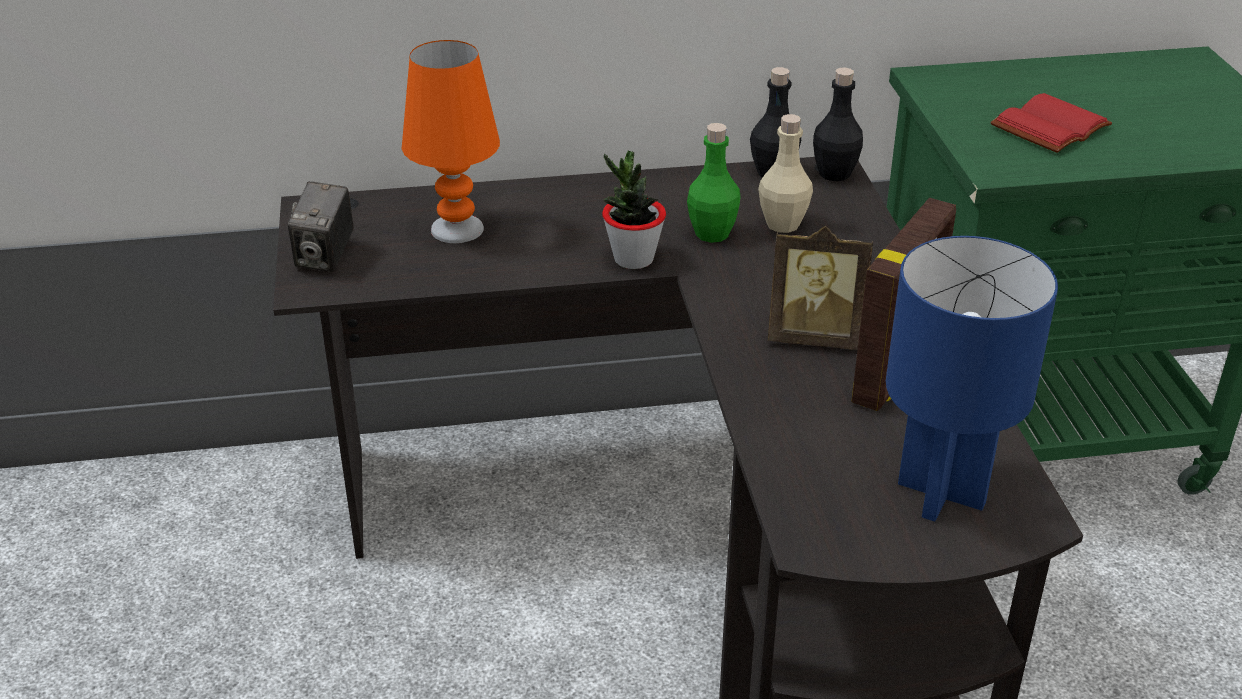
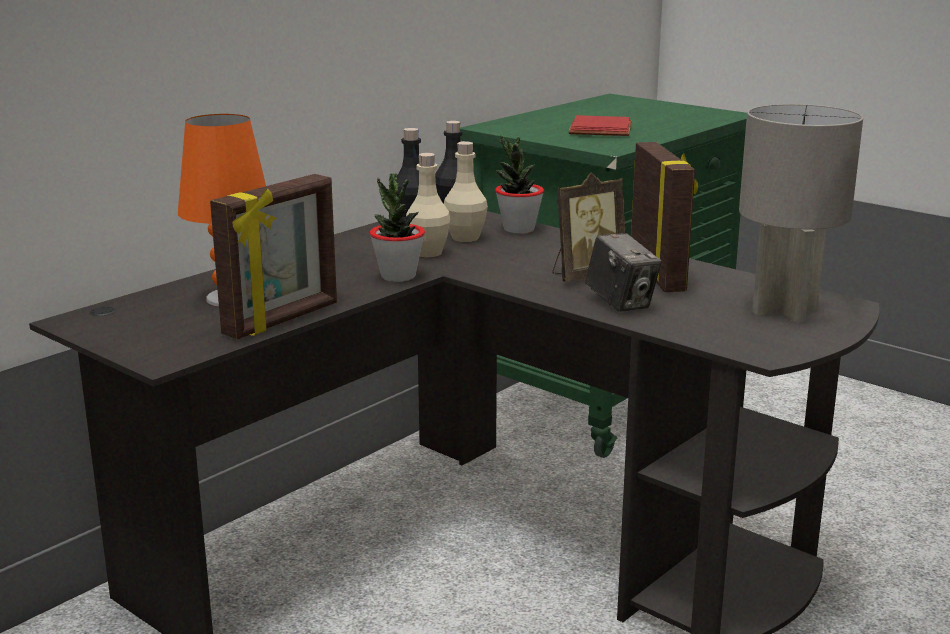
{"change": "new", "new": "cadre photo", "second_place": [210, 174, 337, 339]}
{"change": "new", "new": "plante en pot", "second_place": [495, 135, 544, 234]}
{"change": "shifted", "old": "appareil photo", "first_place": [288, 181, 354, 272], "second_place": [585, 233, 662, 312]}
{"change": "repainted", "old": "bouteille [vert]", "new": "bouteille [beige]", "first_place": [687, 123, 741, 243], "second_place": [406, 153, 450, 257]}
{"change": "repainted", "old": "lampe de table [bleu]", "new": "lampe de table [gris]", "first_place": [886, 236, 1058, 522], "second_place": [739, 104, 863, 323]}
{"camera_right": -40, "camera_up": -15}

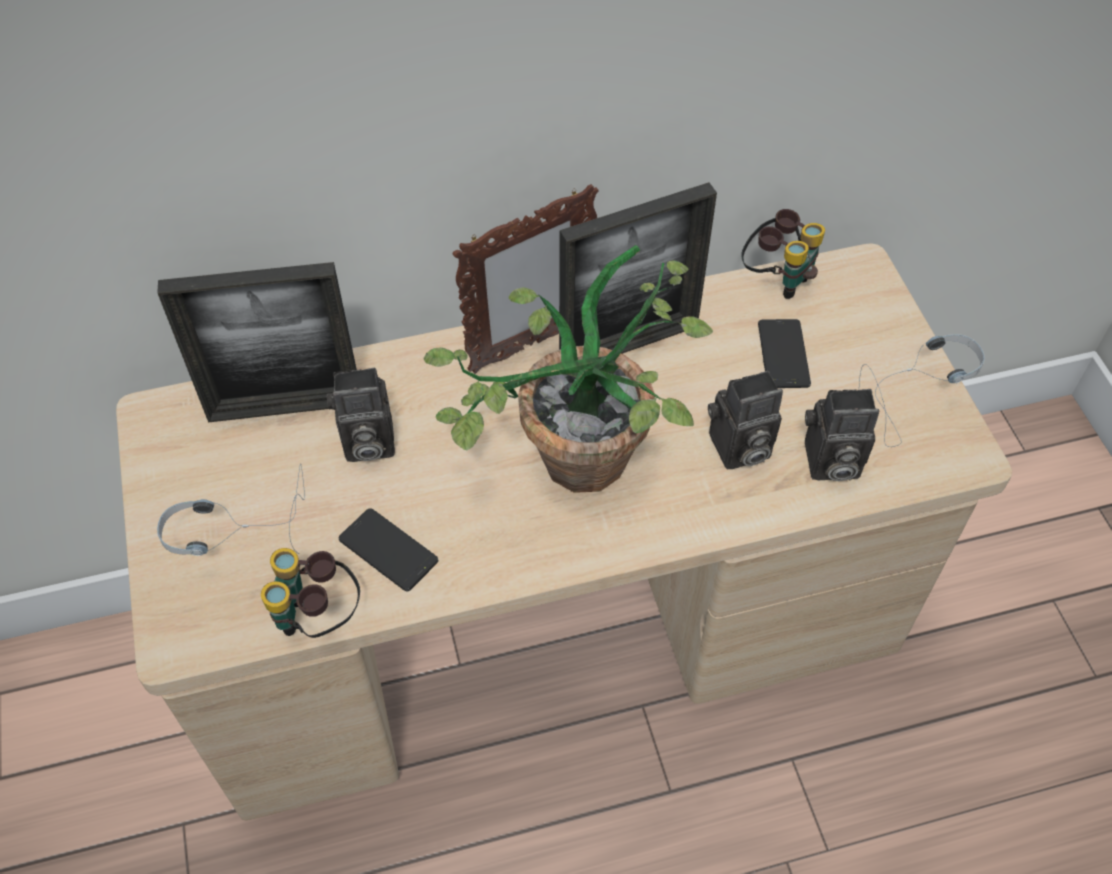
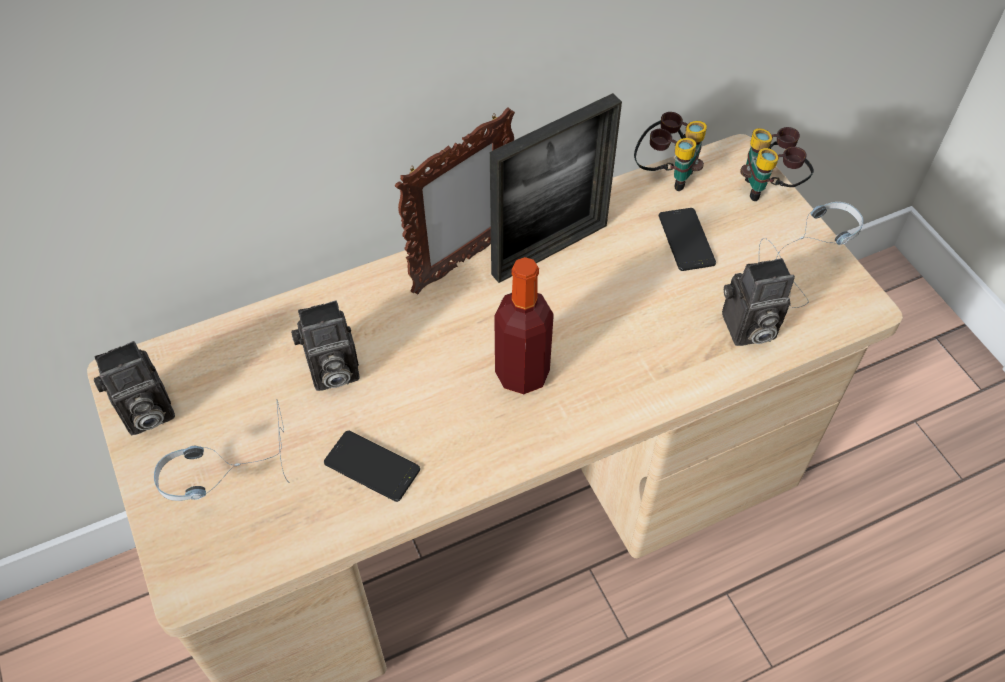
{"change": "gone", "old": "cadre photo", "first_place": [157, 262, 357, 423]}
{"change": "shifted", "old": "jumelles", "first_place": [261, 548, 360, 638], "second_place": [740, 127, 814, 201]}
{"change": "shifted", "old": "appareil photo", "first_place": [708, 371, 783, 469], "second_place": [94, 341, 175, 435]}
{"change": "swapped", "old": "plante en pot", "new": "bouteille", "first_place": [423, 245, 713, 493], "second_place": [494, 257, 554, 394]}
{"camera_right": -10, "camera_up": 0}

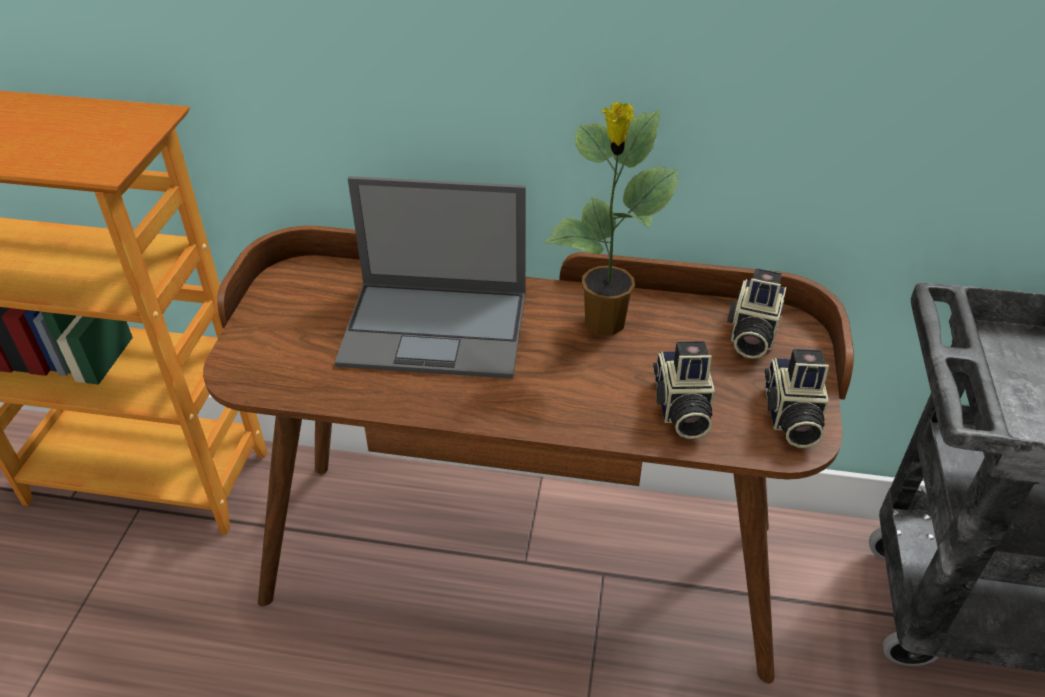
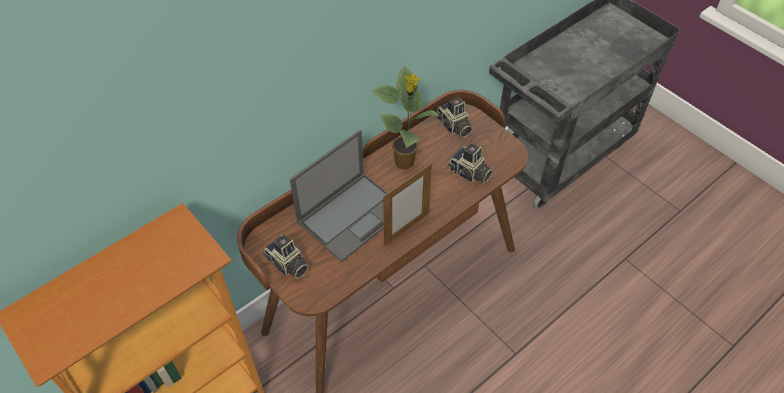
{"change": "new", "new": "cadre photo", "second_place": [383, 163, 432, 246]}
{"change": "shifted", "old": "appareil photo", "first_place": [765, 349, 829, 448], "second_place": [263, 235, 309, 279]}
{"camera_right": -50, "camera_up": 10}

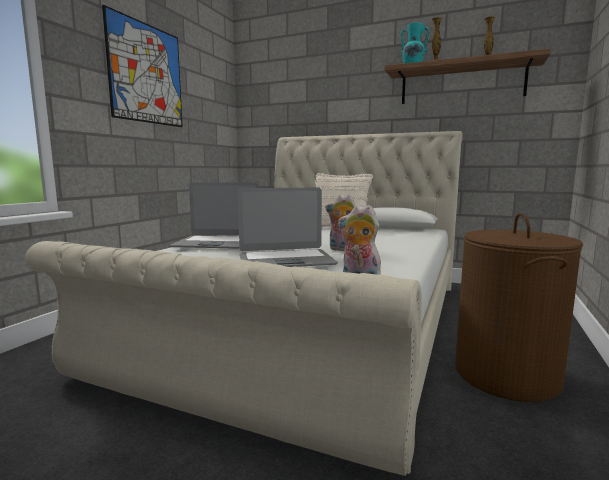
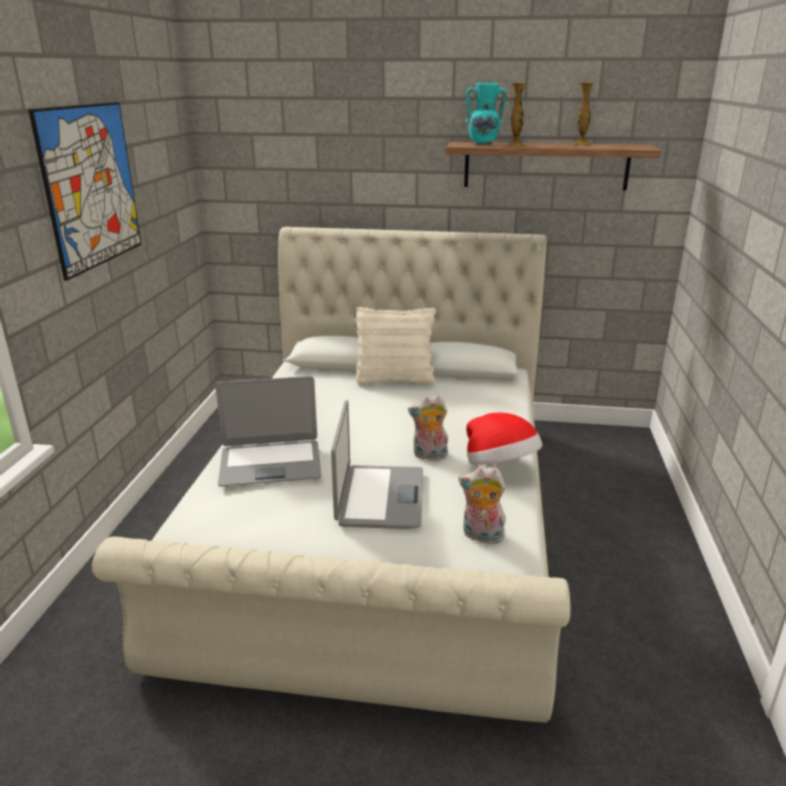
{"change": "gone", "old": "panier à linge [marron]", "first_place": [455, 213, 583, 402]}
{"change": "new", "new": "chapeau", "second_place": [466, 413, 542, 465]}
{"change": "rotated", "old": "ordinateur portable", "first_place": [238, 187, 338, 267], "second_place": [331, 400, 423, 529], "degrees": -60}
{"camera_right": -15, "camera_up": 15}

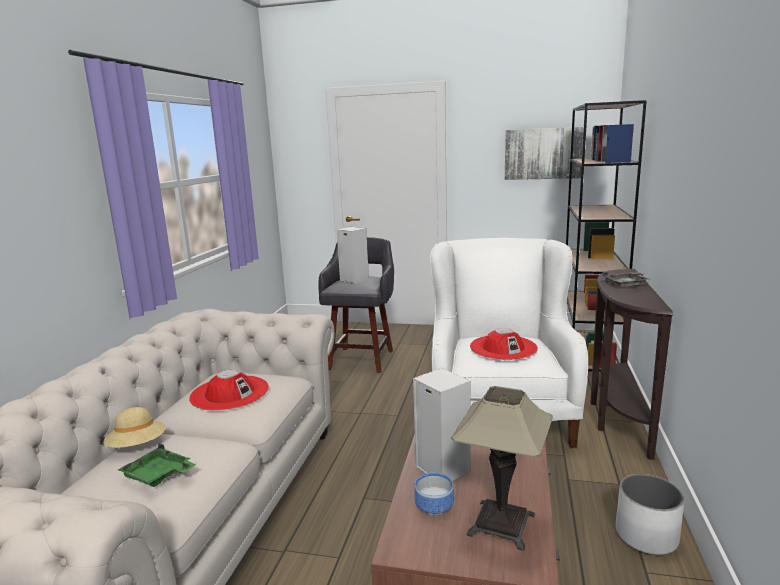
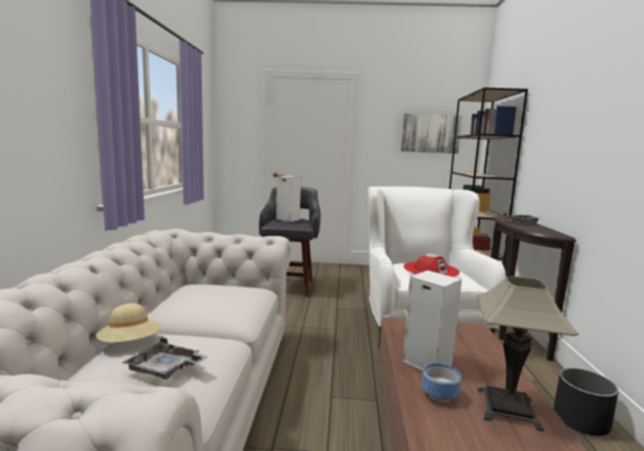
{"change": "gone", "old": "chapeau [rouge]", "first_place": [189, 370, 269, 411]}
{"change": "repainted", "old": "plateau [vert]", "new": "plateau [gris]", "first_place": [118, 443, 196, 487], "second_place": [122, 337, 208, 380]}
{"change": "repainted", "old": "cache-pot [blanc]", "new": "cache-pot [noir]", "first_place": [616, 474, 684, 555], "second_place": [553, 368, 619, 436]}
{"camera_right": -10, "camera_up": -5}

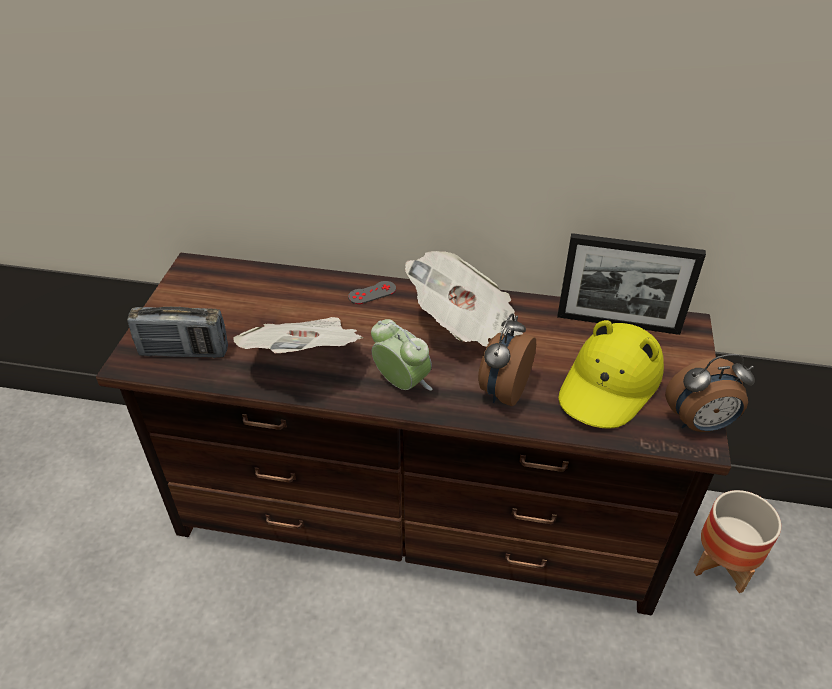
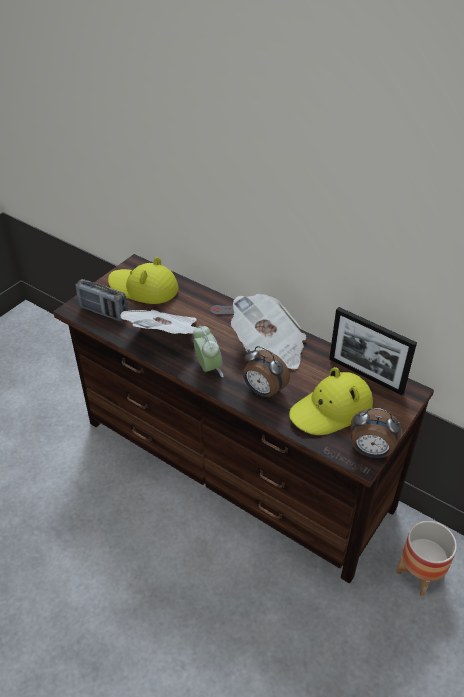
{"change": "new", "new": "chapeau [jaune]", "second_place": [108, 257, 178, 304]}
{"change": "rotated", "old": "réveil", "first_place": [478, 313, 536, 406], "second_place": [243, 346, 290, 398], "degrees": -105}
{"camera_right": 25, "camera_up": 0}

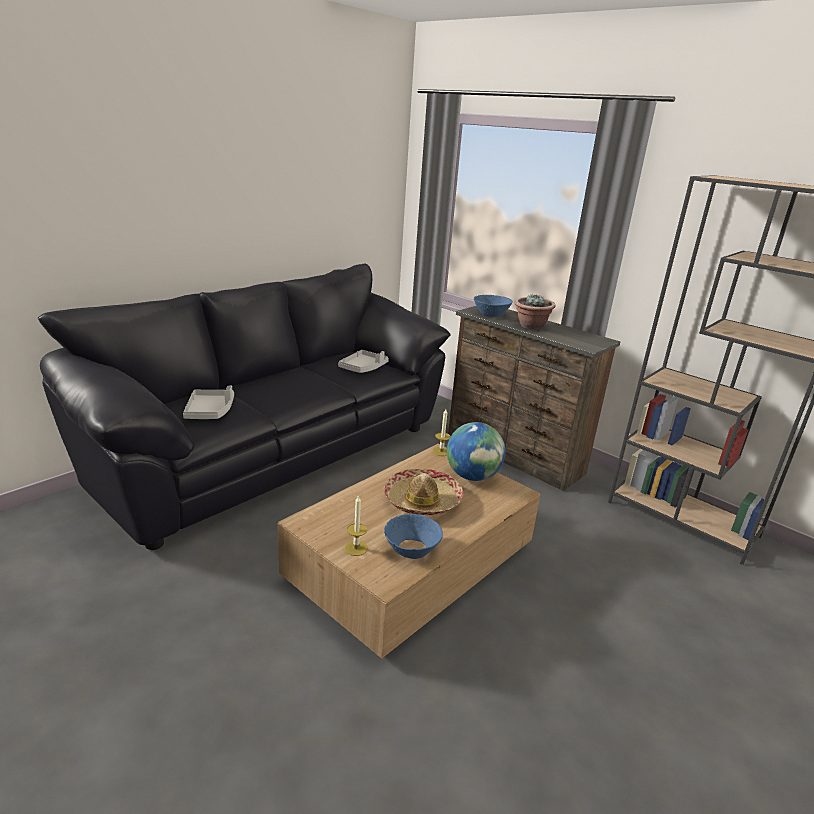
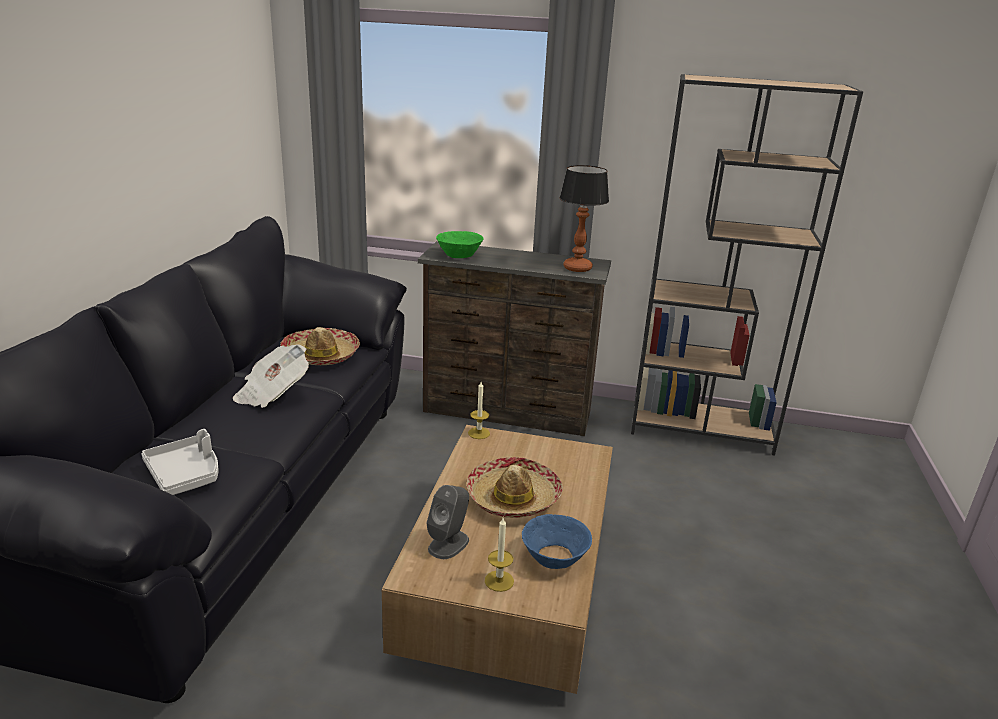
{"change": "gone", "old": "globe", "first_place": [447, 422, 505, 481]}
{"change": "gone", "old": "plante en pot", "first_place": [514, 294, 556, 330]}
{"change": "new", "new": "journal", "second_place": [233, 345, 309, 408]}
{"change": "new", "new": "enceinte [gris]", "second_place": [427, 485, 469, 559]}
{"change": "new", "new": "lampe de table", "second_place": [560, 165, 609, 272]}
{"change": "swapped", "old": "plateau [gris]", "new": "chapeau", "first_place": [338, 350, 389, 373], "second_place": [280, 327, 360, 365]}
{"change": "repainted", "old": "bol [bleu]", "new": "bol [vert]", "first_place": [474, 295, 513, 317], "second_place": [436, 231, 483, 258]}
{"camera_right": -30, "camera_up": 0}

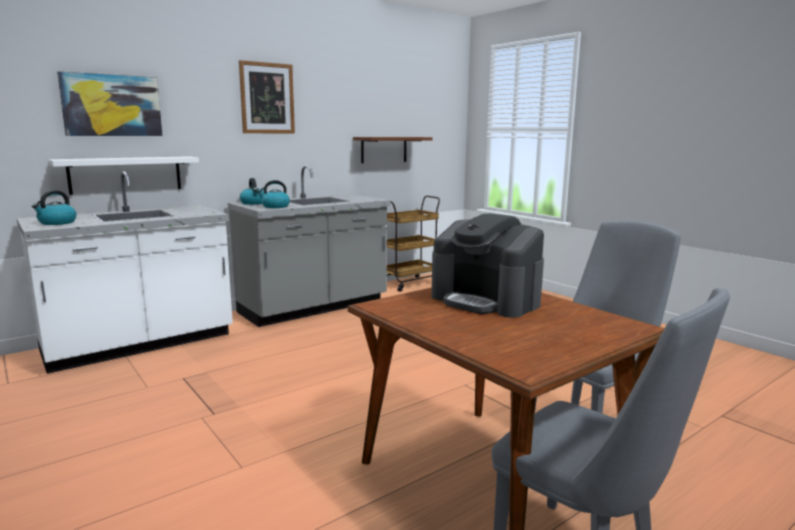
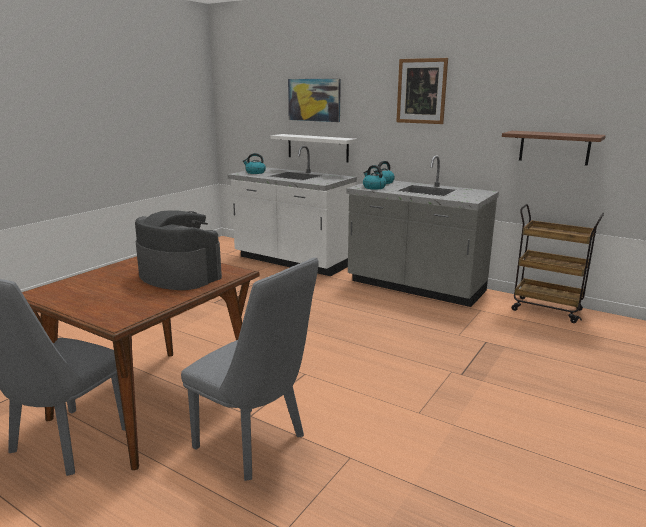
{"change": "rotated", "old": "machine à café", "first_place": [431, 213, 544, 318], "second_place": [135, 210, 222, 290], "degrees": 105}
{"camera_right": 70, "camera_up": 5}

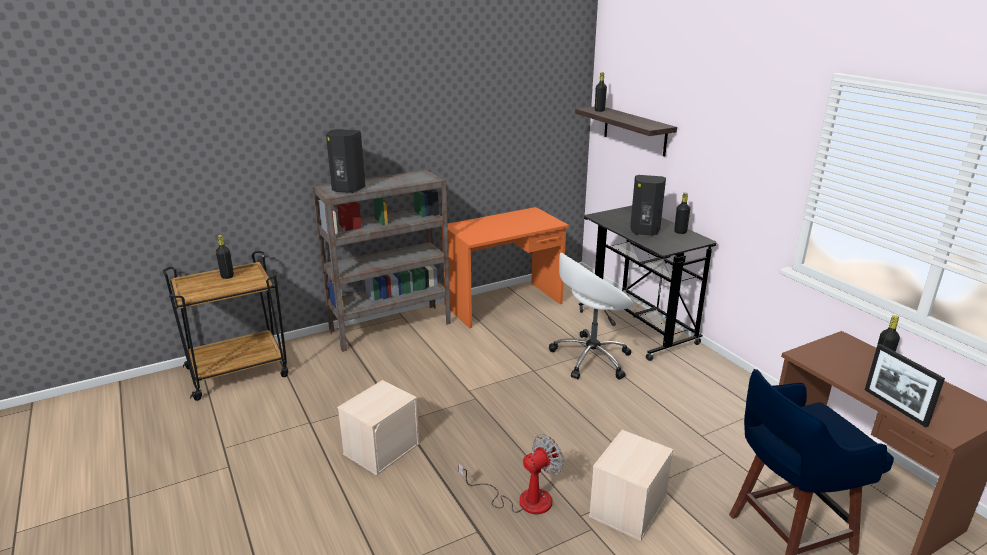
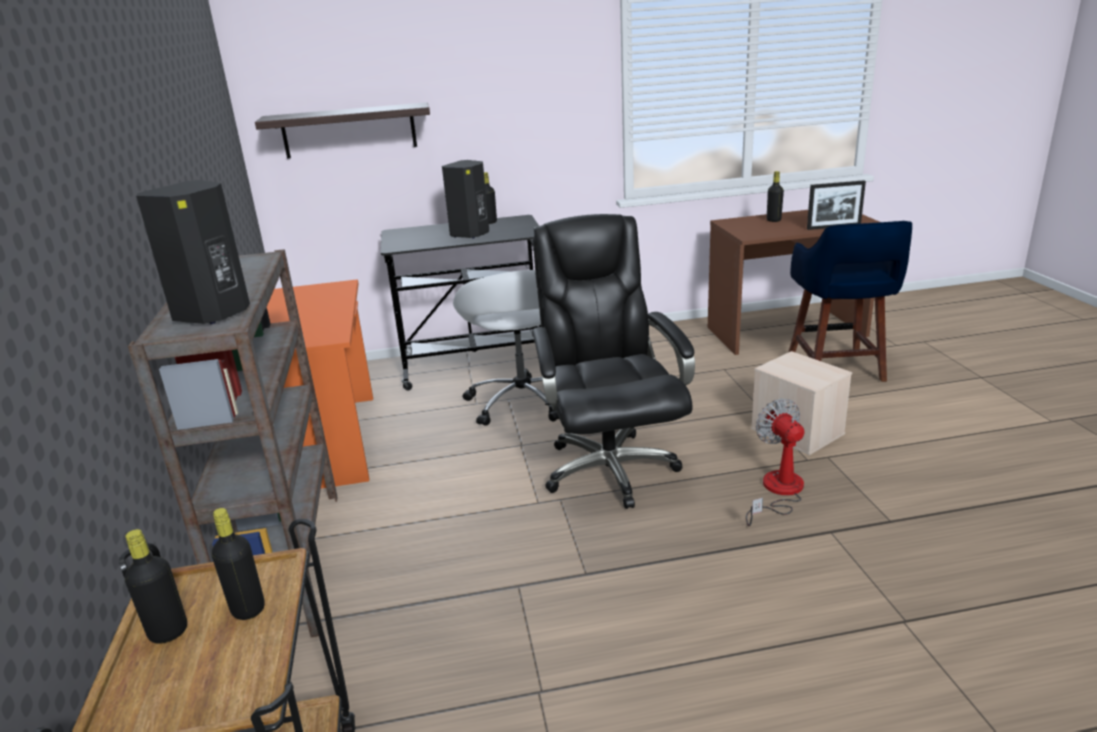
{"change": "gone", "old": "boîte de rangement [beige]", "first_place": [337, 380, 420, 476]}
{"change": "new", "new": "chaise de bureau [noir]", "second_place": [532, 214, 695, 509]}
{"change": "shifted", "old": "bouteille [noir]", "first_place": [595, 72, 607, 112], "second_place": [212, 508, 265, 620]}
{"camera_right": -70, "camera_up": 0}

